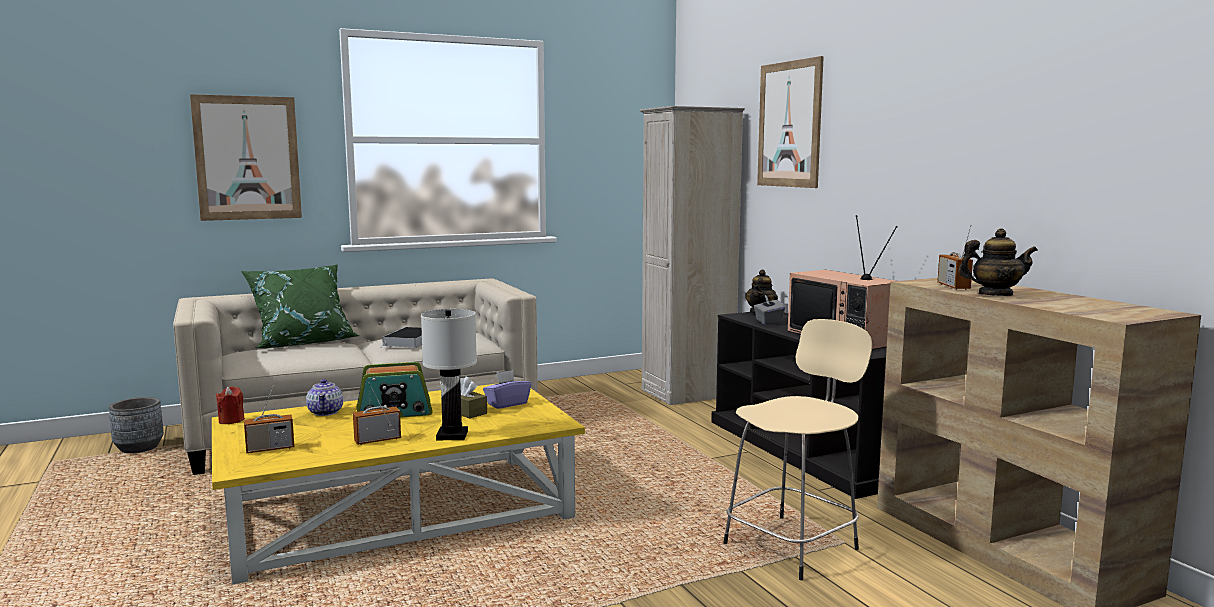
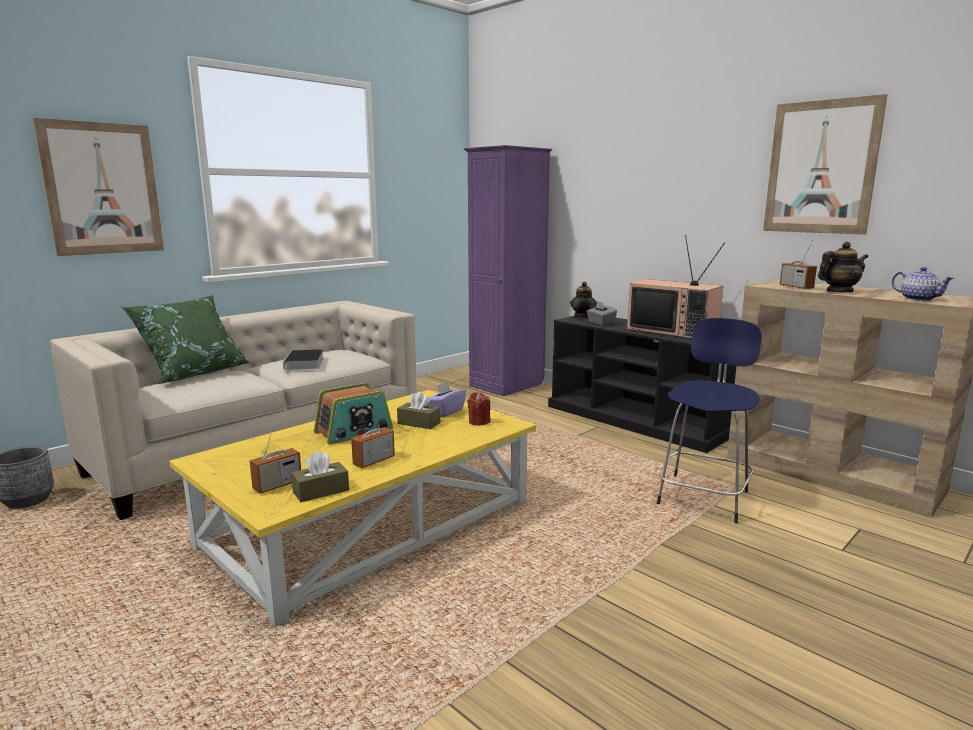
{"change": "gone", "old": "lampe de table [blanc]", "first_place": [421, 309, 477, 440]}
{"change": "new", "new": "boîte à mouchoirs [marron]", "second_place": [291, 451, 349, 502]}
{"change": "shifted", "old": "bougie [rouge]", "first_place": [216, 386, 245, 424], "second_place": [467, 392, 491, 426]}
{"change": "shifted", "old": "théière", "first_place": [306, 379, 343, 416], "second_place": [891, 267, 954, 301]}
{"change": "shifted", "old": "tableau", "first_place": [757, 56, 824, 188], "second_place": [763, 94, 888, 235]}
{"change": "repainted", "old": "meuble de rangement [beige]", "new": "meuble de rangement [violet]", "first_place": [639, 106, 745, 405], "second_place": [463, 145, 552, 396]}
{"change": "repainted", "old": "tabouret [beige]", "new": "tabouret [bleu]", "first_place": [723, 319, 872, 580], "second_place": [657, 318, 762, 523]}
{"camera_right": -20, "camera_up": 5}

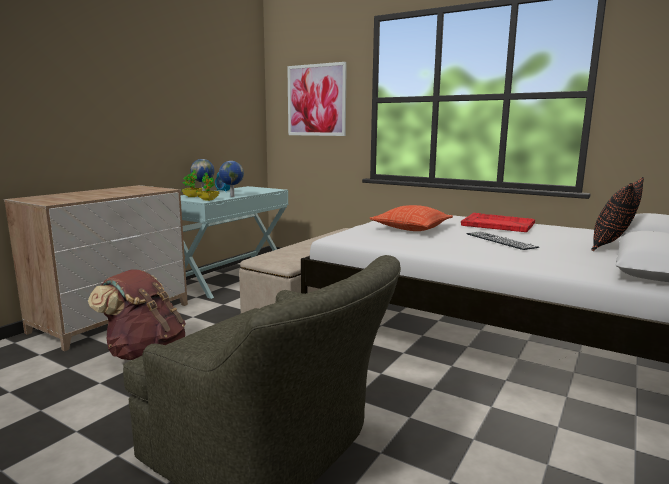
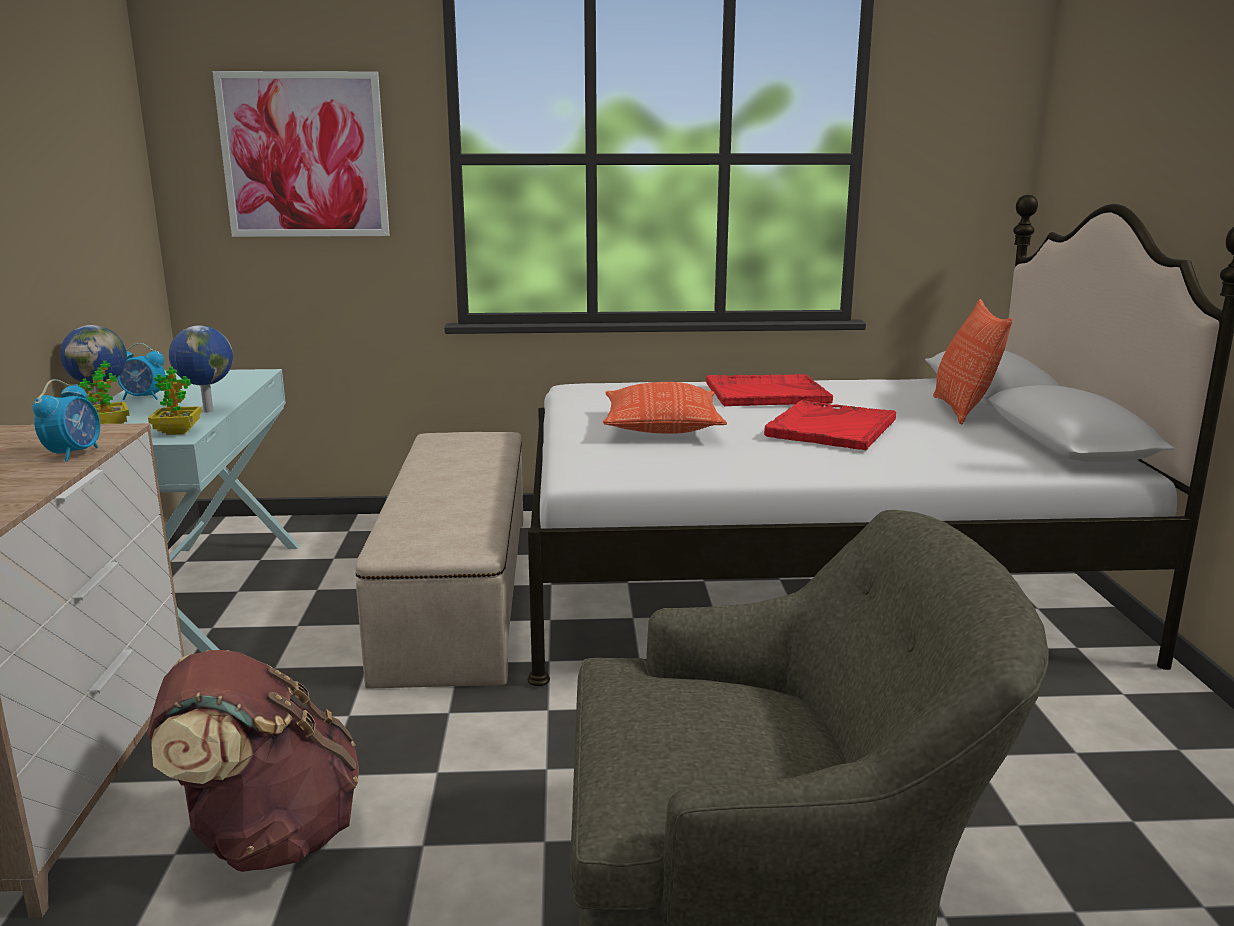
{"change": "new", "new": "réveil", "second_place": [33, 379, 100, 462]}
{"change": "swapped", "old": "clavier", "new": "plateau [rouge]", "first_place": [466, 231, 539, 250], "second_place": [764, 400, 896, 451]}
{"change": "repainted", "old": "coussin [noir]", "new": "coussin [orange]", "first_place": [591, 177, 644, 251], "second_place": [933, 299, 1013, 424]}
{"camera_right": -35, "camera_up": 5}

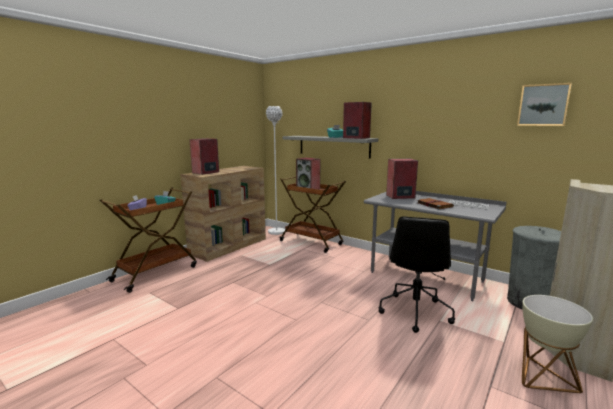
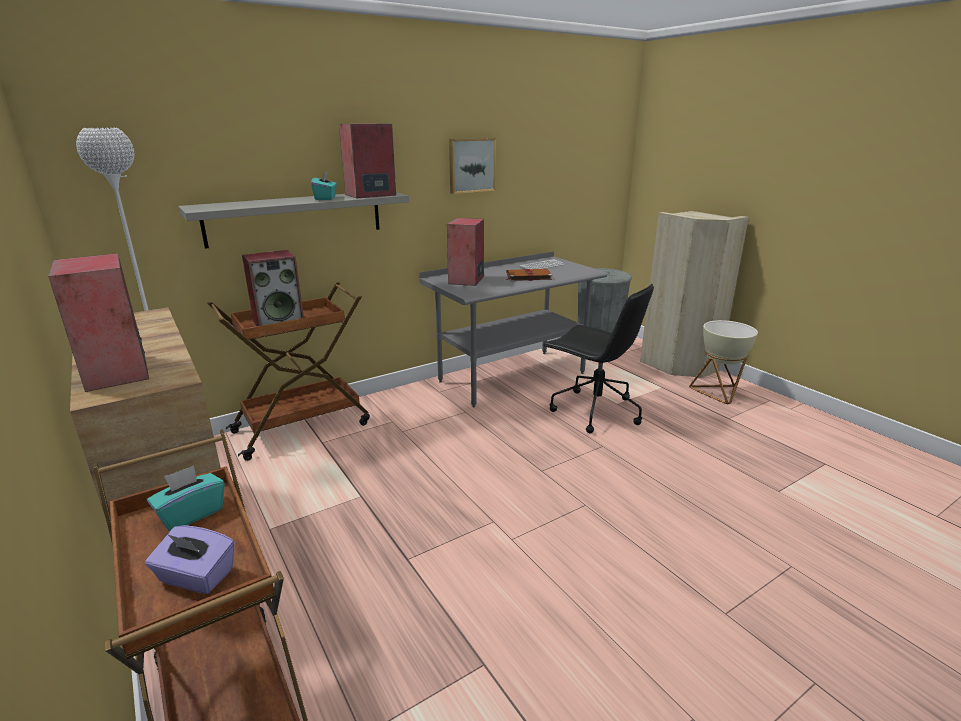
{"change": "shifted", "old": "tableau", "first_place": [517, 83, 572, 126], "second_place": [449, 138, 496, 194]}
{"camera_right": -70, "camera_up": 10}

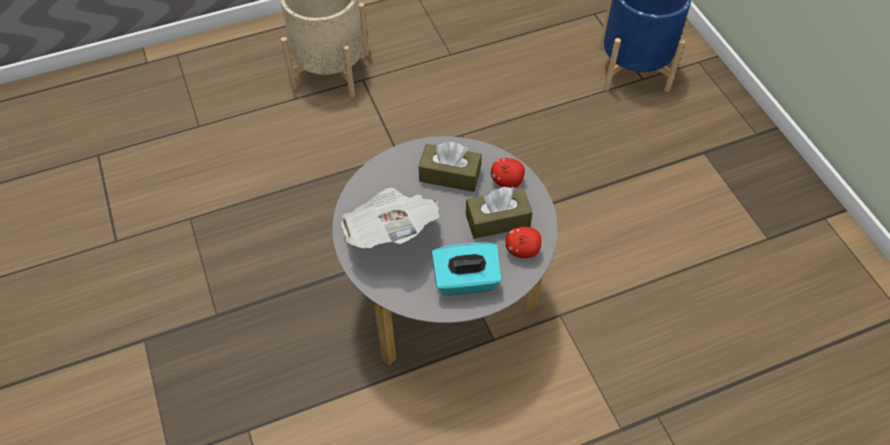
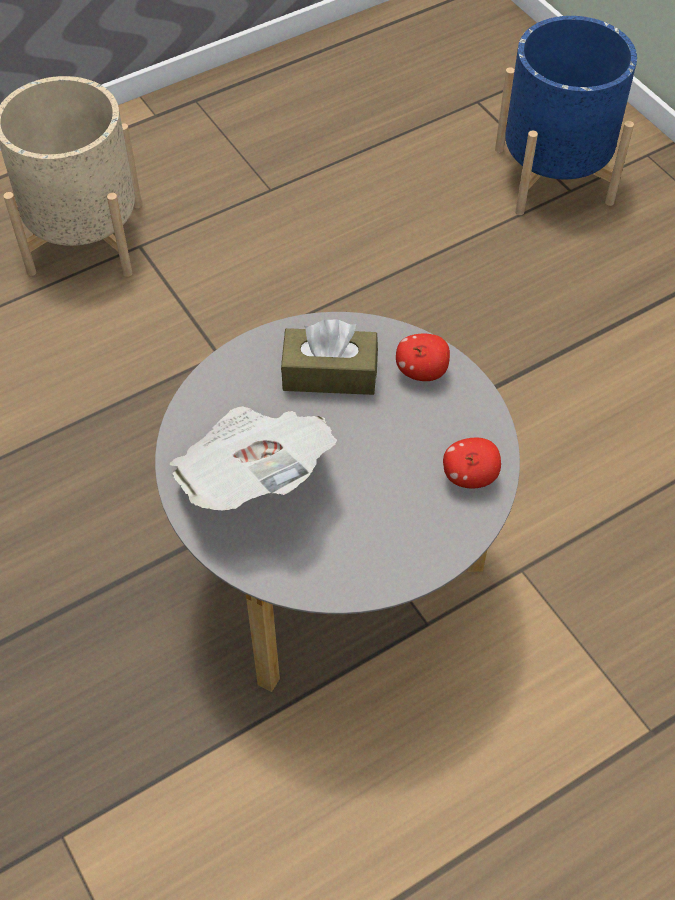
{"change": "gone", "old": "boîte à mouchoirs [turquoise]", "first_place": [432, 242, 502, 296]}
{"change": "gone", "old": "boîte à mouchoirs [marron]", "first_place": [466, 187, 533, 239]}
{"camera_right": -10, "camera_up": 0}

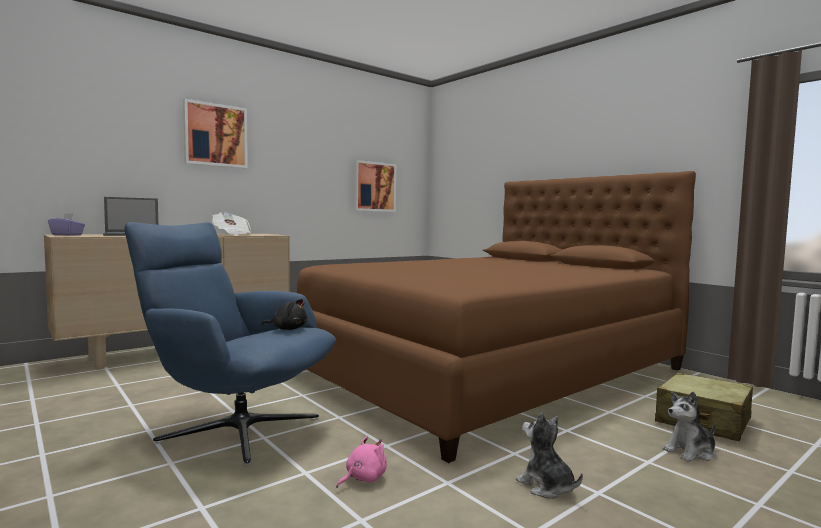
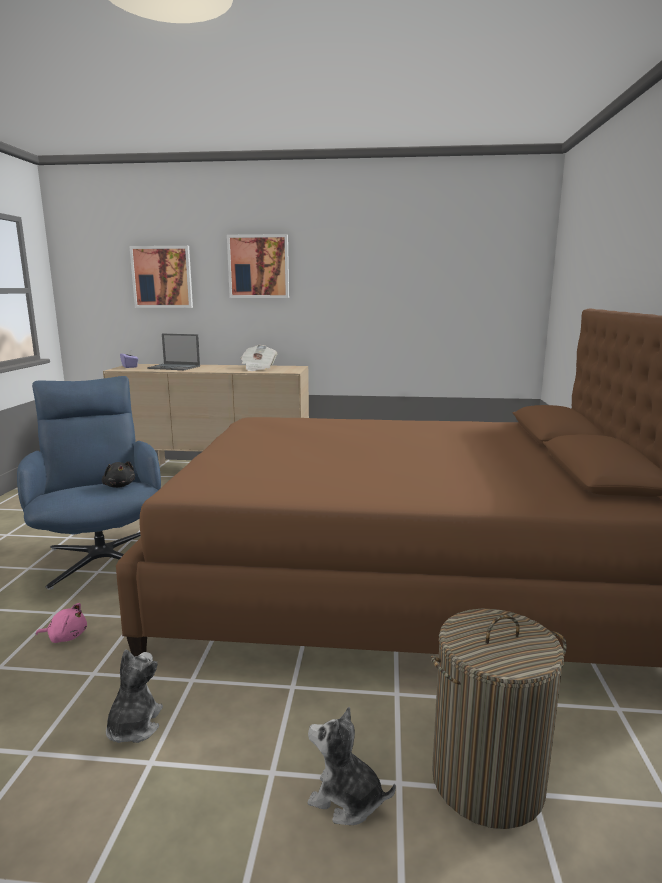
{"change": "shifted", "old": "tableau", "first_place": [354, 160, 396, 212], "second_place": [129, 246, 193, 308]}
{"change": "swapped", "old": "valise [beige]", "new": "panier à linge", "first_place": [655, 373, 753, 441], "second_place": [431, 609, 567, 829]}
{"camera_right": 45, "camera_up": 10}

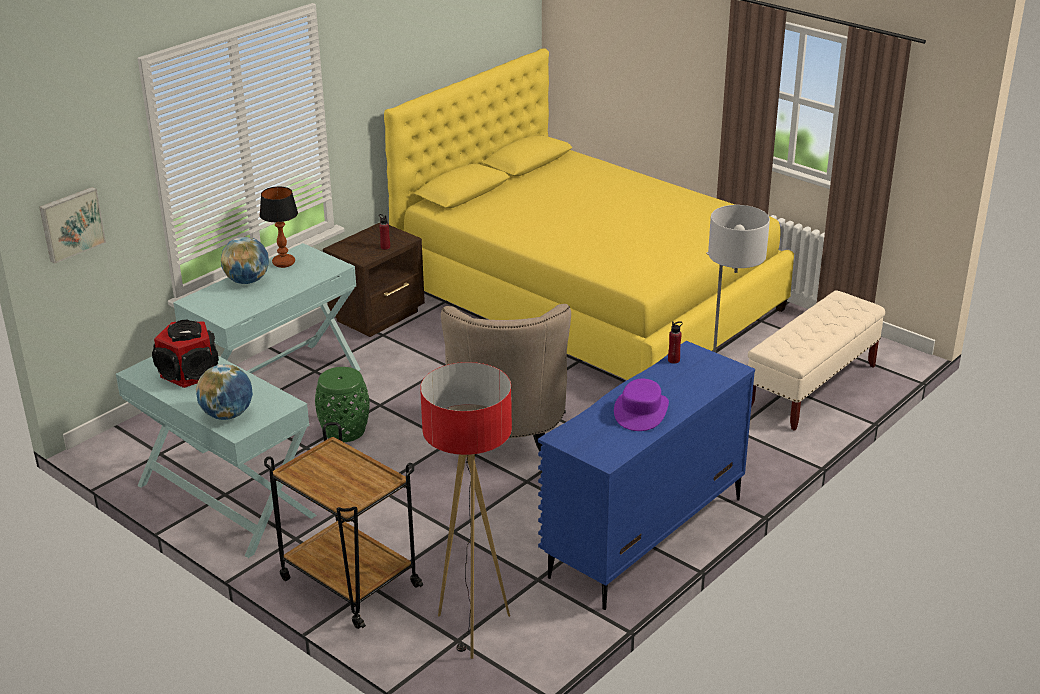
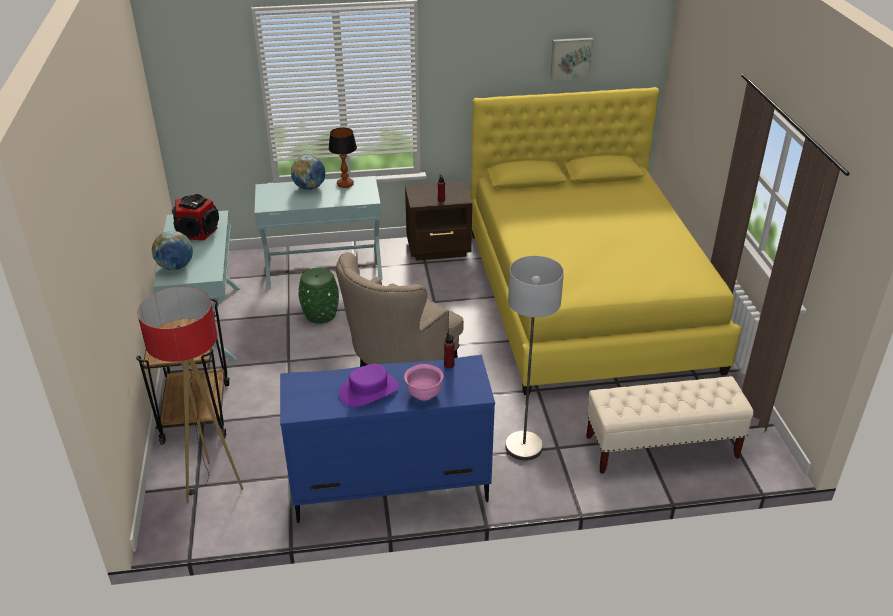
{"change": "new", "new": "bol [rose]", "second_place": [404, 364, 443, 400]}
{"change": "shifted", "old": "tableau", "first_place": [39, 187, 106, 264], "second_place": [550, 38, 594, 80]}
{"camera_right": 40, "camera_up": 5}

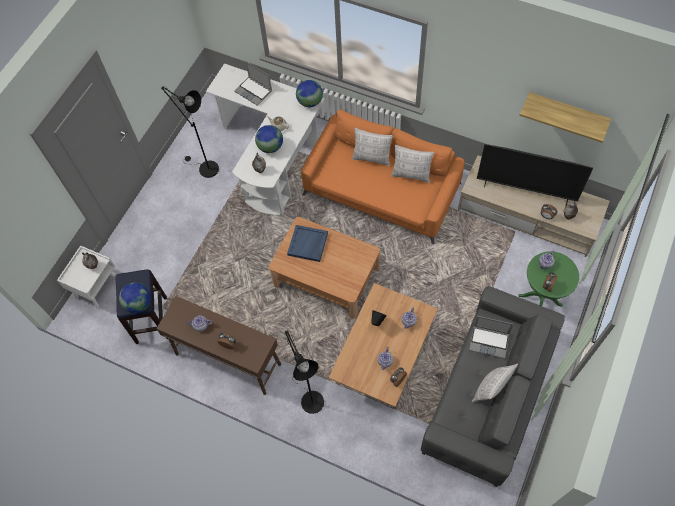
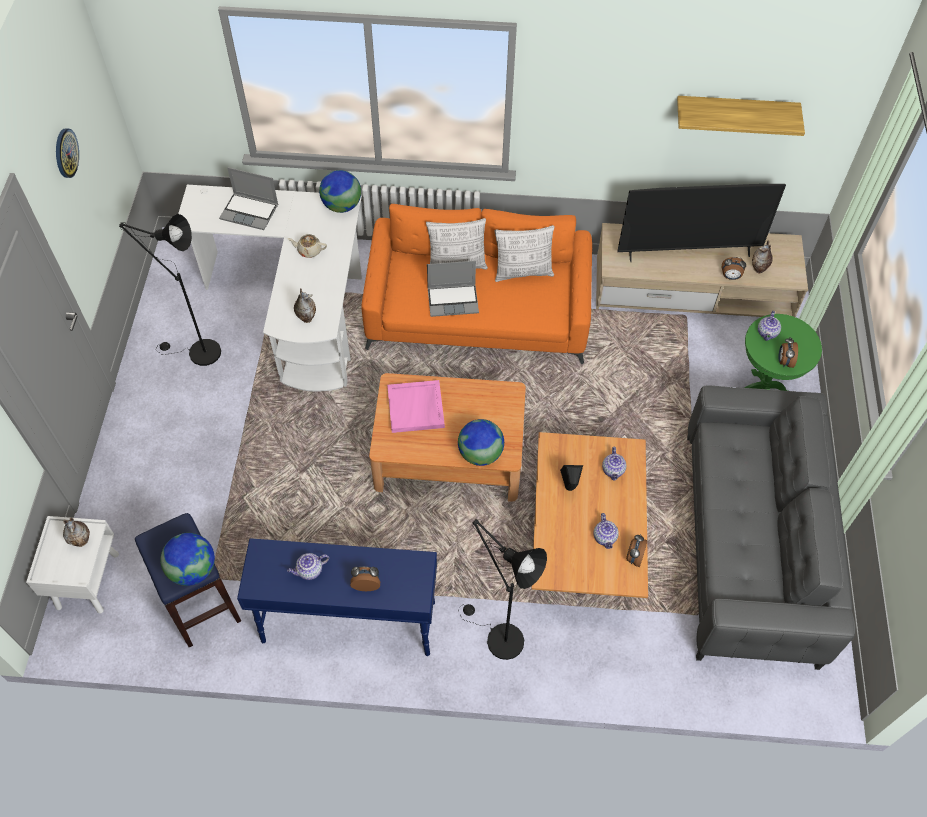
{"change": "gone", "old": "coussin", "first_place": [471, 364, 518, 403]}
{"change": "new", "new": "horloge murale", "second_place": [56, 128, 79, 178]}
{"change": "shifted", "old": "globe", "first_place": [255, 125, 283, 153], "second_place": [458, 419, 504, 466]}
{"change": "shifted", "old": "ordinateur portable", "first_place": [469, 316, 514, 359], "second_place": [427, 261, 479, 317]}
{"change": "repainted", "old": "table console [marron]", "new": "table console [bleu]", "first_place": [156, 296, 281, 395], "second_place": [237, 538, 437, 656]}
{"change": "repainted", "old": "plateau [bleu]", "new": "plateau [rose]", "first_place": [287, 225, 328, 262], "second_place": [387, 380, 445, 433]}
{"camera_right": -25, "camera_up": -5}

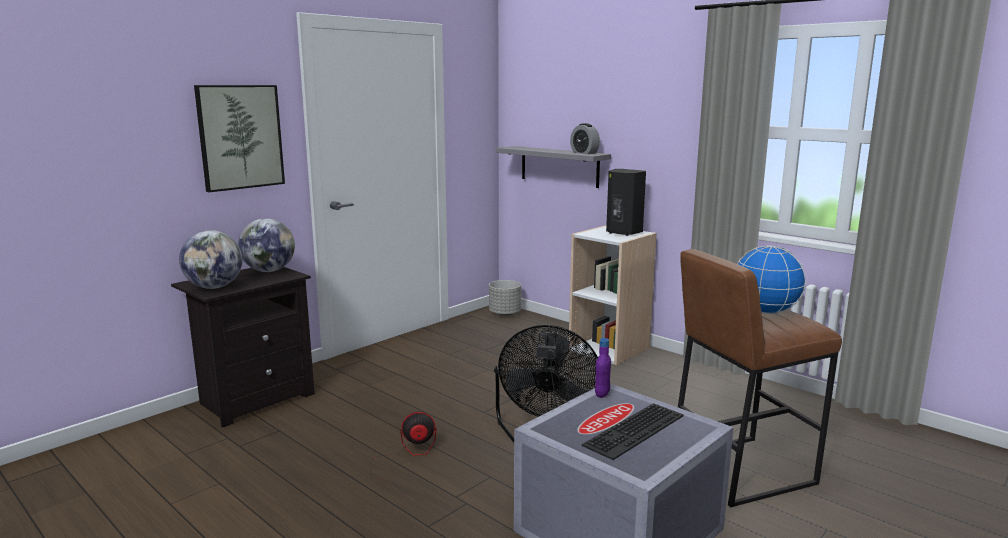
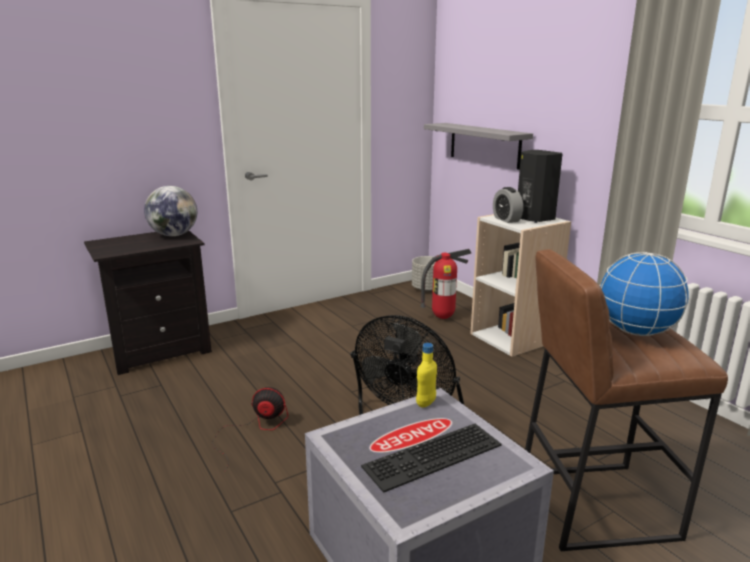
{"change": "gone", "old": "globe", "first_place": [179, 230, 243, 289]}
{"change": "gone", "old": "tableau", "first_place": [194, 85, 285, 192]}
{"change": "new", "new": "extincteur", "second_place": [420, 249, 471, 319]}
{"change": "shifted", "old": "réveil", "first_place": [570, 123, 600, 154], "second_place": [493, 187, 523, 223]}
{"change": "repainted", "old": "bouteille [violet]", "new": "bouteille [jaune]", "first_place": [595, 338, 611, 398], "second_place": [416, 343, 437, 408]}
{"camera_right": 15, "camera_up": 5}

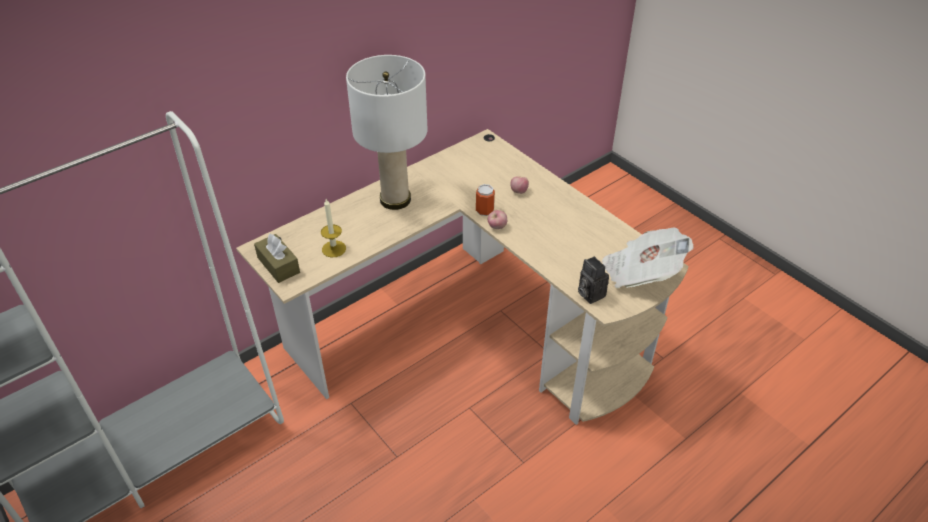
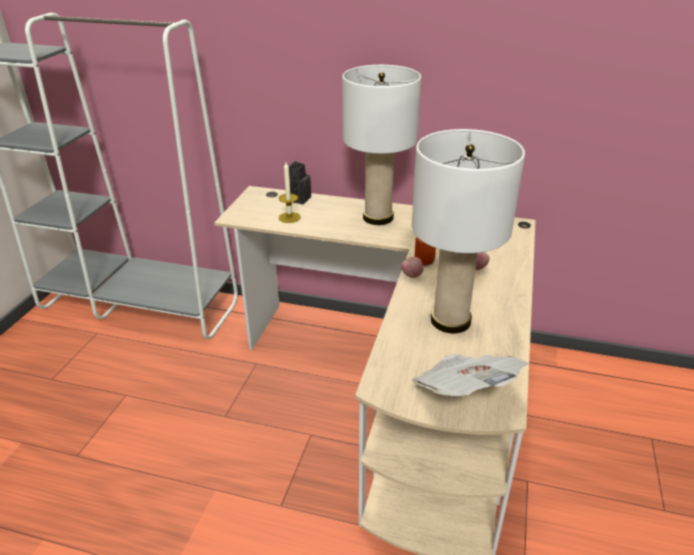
{"change": "gone", "old": "boîte à mouchoirs [marron]", "first_place": [254, 234, 300, 283]}
{"change": "new", "new": "lampe de table [blanc]", "second_place": [412, 129, 525, 333]}
{"change": "shifted", "old": "appareil photo", "first_place": [578, 256, 609, 304], "second_place": [289, 161, 311, 204]}
{"camera_right": 55, "camera_up": -10}

